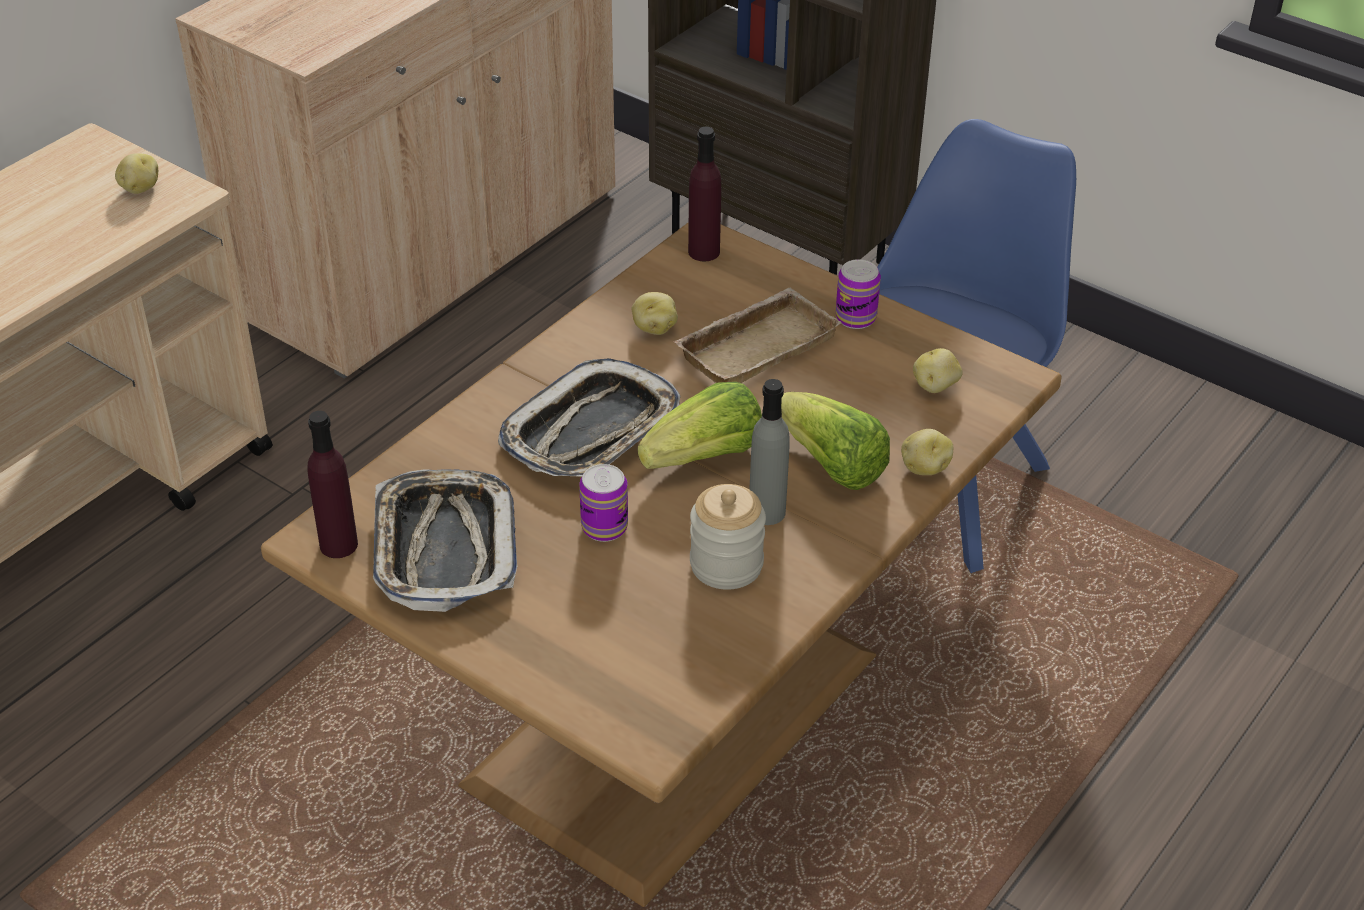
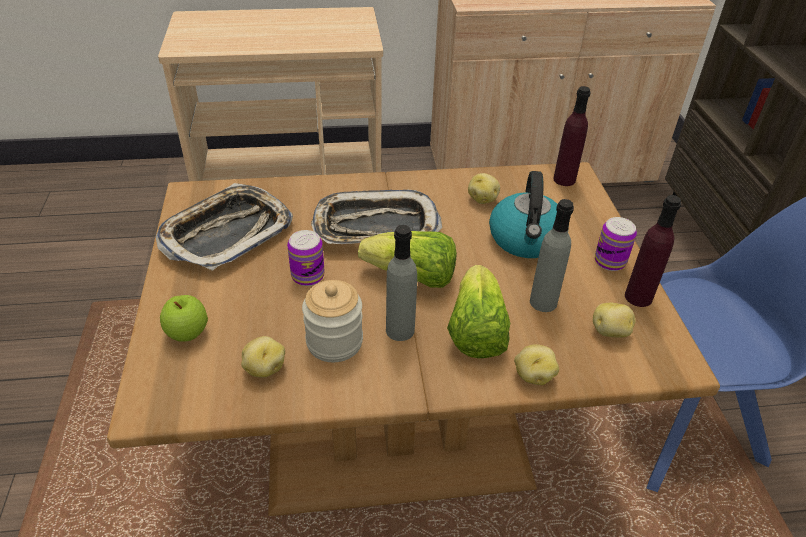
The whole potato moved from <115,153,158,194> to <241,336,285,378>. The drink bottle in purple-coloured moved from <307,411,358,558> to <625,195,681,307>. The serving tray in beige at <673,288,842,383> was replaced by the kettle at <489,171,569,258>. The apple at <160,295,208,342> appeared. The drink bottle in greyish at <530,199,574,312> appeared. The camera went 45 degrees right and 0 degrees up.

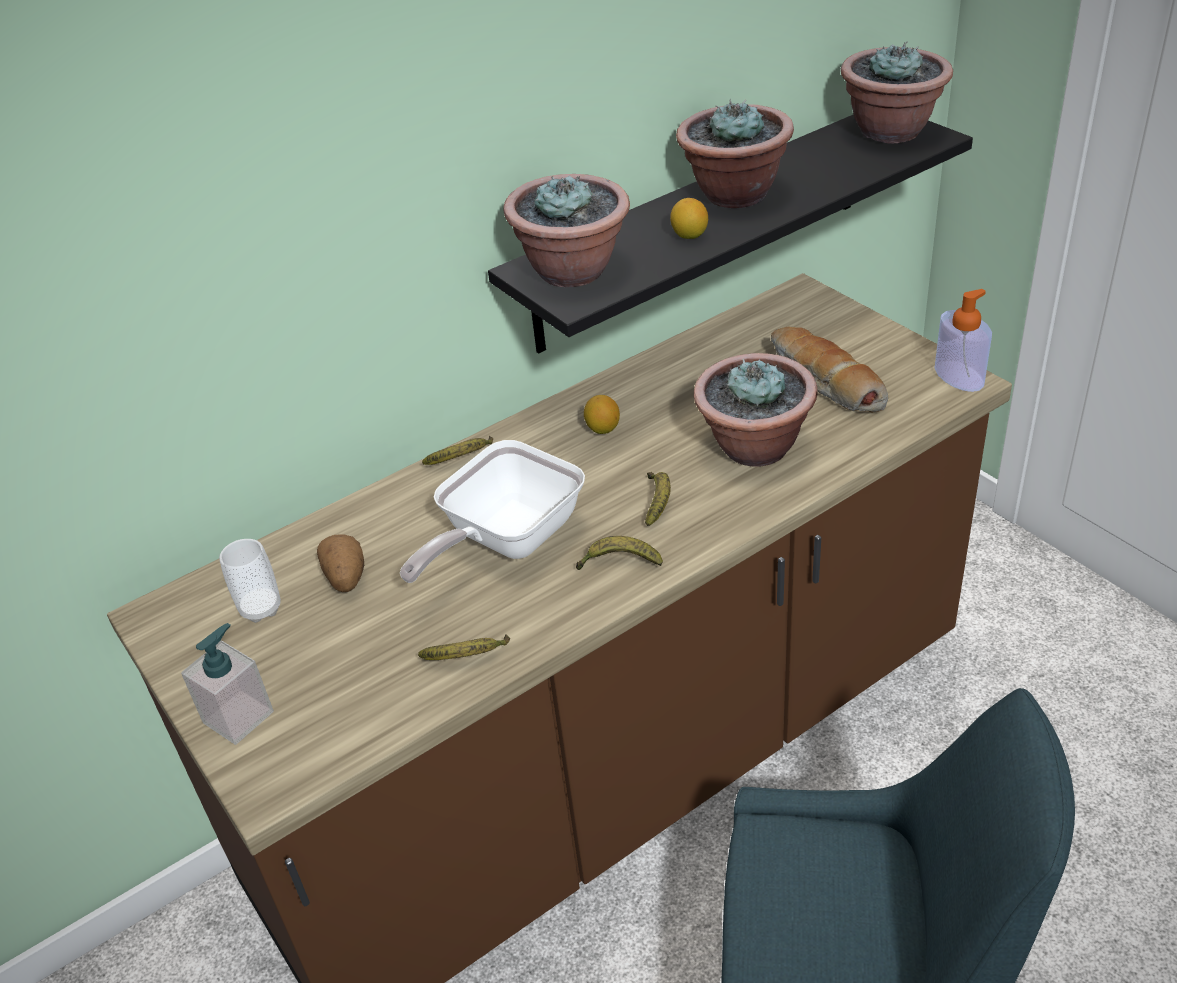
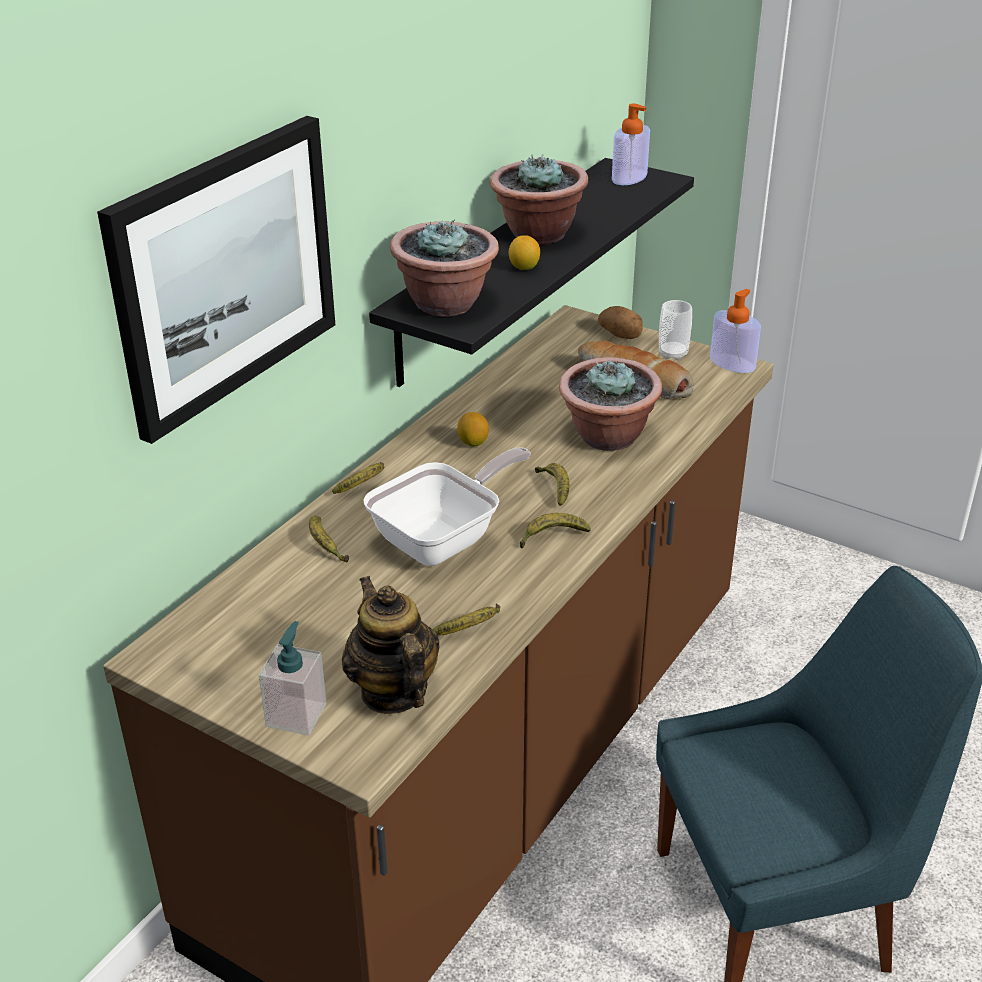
The small cup moved from <219,539,281,623> to <659,300,692,360>. The whole potato moved from <317,534,364,592> to <598,306,643,339>. The pan at <400,440,585,583> turned 150 degrees counterclockwise. The plant in a pot at <841,42,953,144> was replaced by the soap dispenser at <612,104,650,185>. The wall art at <97,116,335,444> appeared. The banana at <309,516,349,563> appeared. The tea pot at <342,576,440,714> appeared. The camera went 25 degrees left and 5 degrees down.

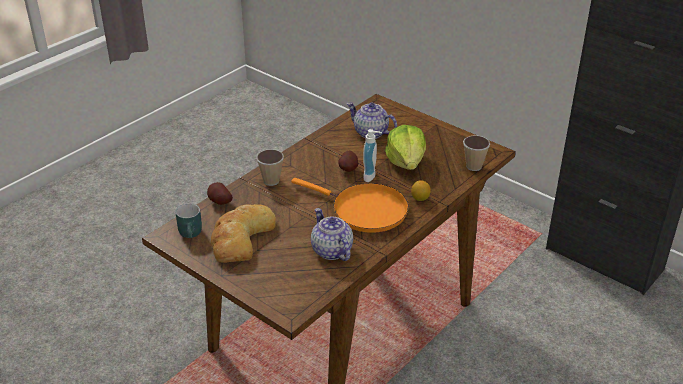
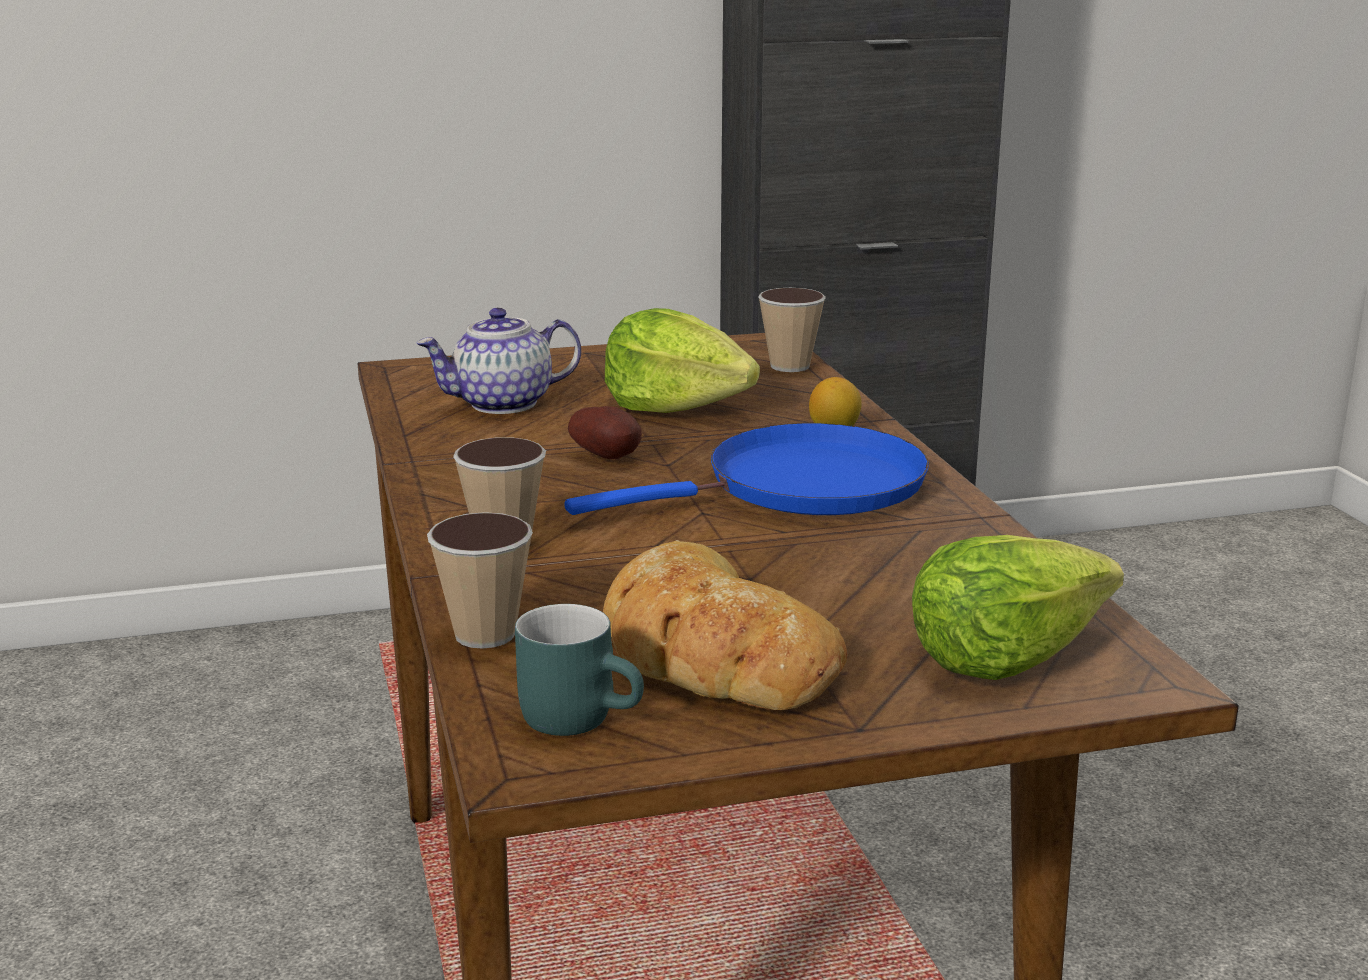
The whole potato at <207,182,233,205> was replaced by the small cup at <427,512,533,649>. The pan in orange at <291,178,409,233> became the pan in blue at <564,423,929,515>. The tea pot at <311,208,353,261> disappeared. The soap dispenser at <363,129,382,182> disappeared. The lettuce at <912,535,1124,680> appeared. The camera went 55 degrees left and 15 degrees down.

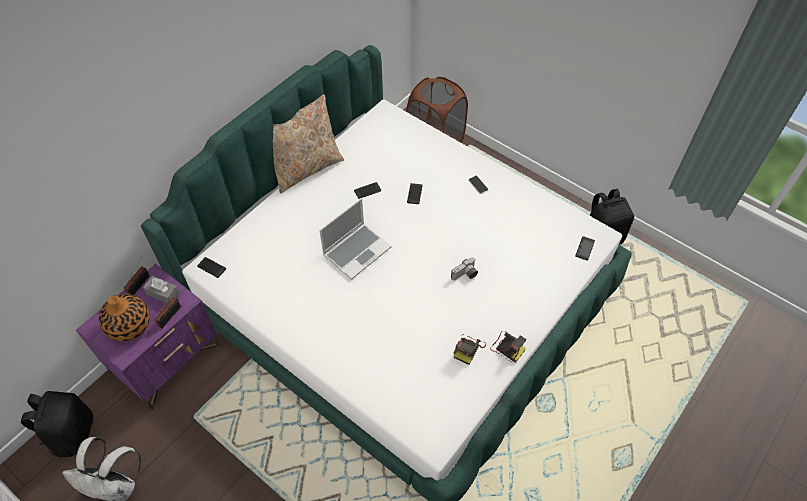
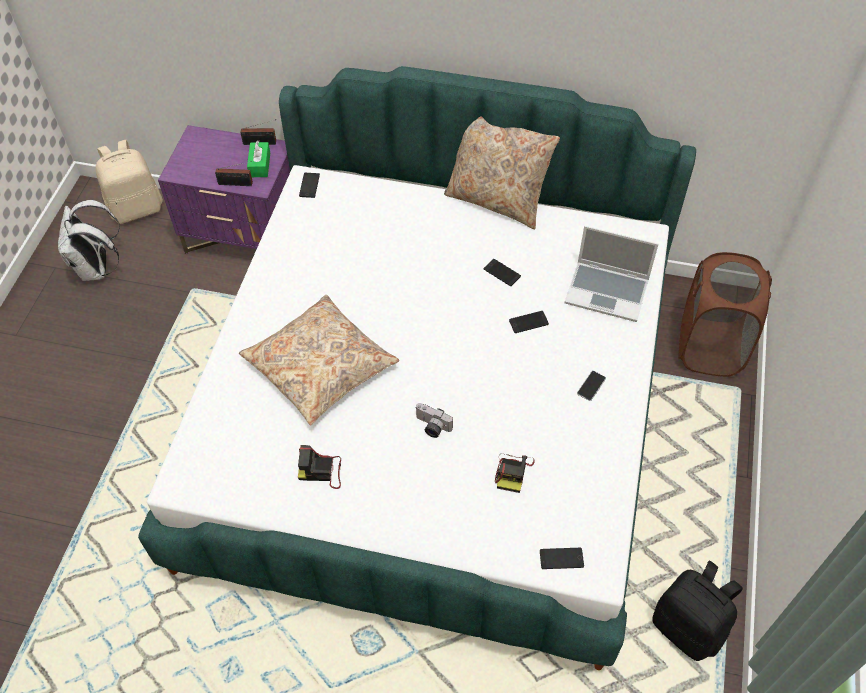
The rucksack in black-coloured at <21,391,93,457> became the rucksack in beige at <96,140,163,224>. The flower vase at <99,294,150,342> disappeared. The tissue box in greyish at <143,276,180,304> became the tissue box in greenish at <247,141,270,177>. The portable computer moved from <319,198,391,280> to <564,226,658,322>. The still camera moved from <490,332,526,362> to <495,453,535,493>. The throw pillow in beige at <239,295,399,426> appeared. The camera went 65 degrees right and 0 degrees up.

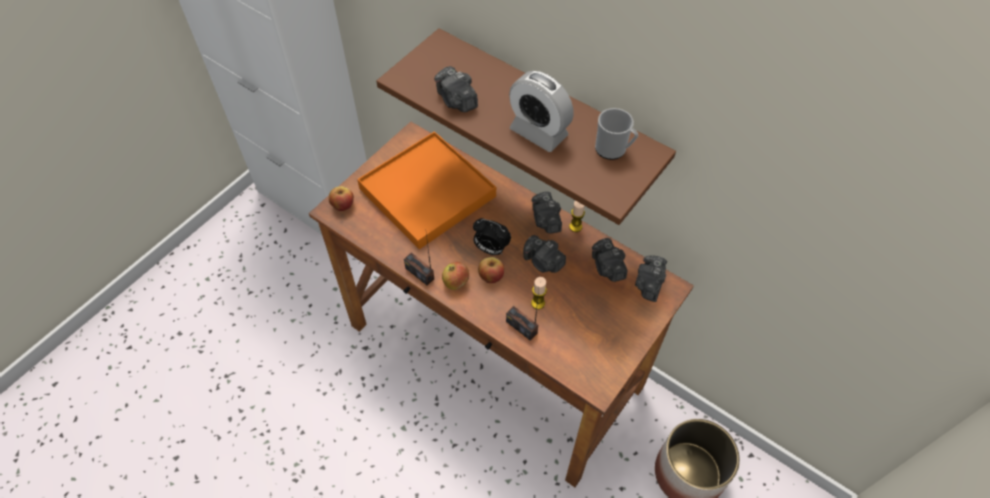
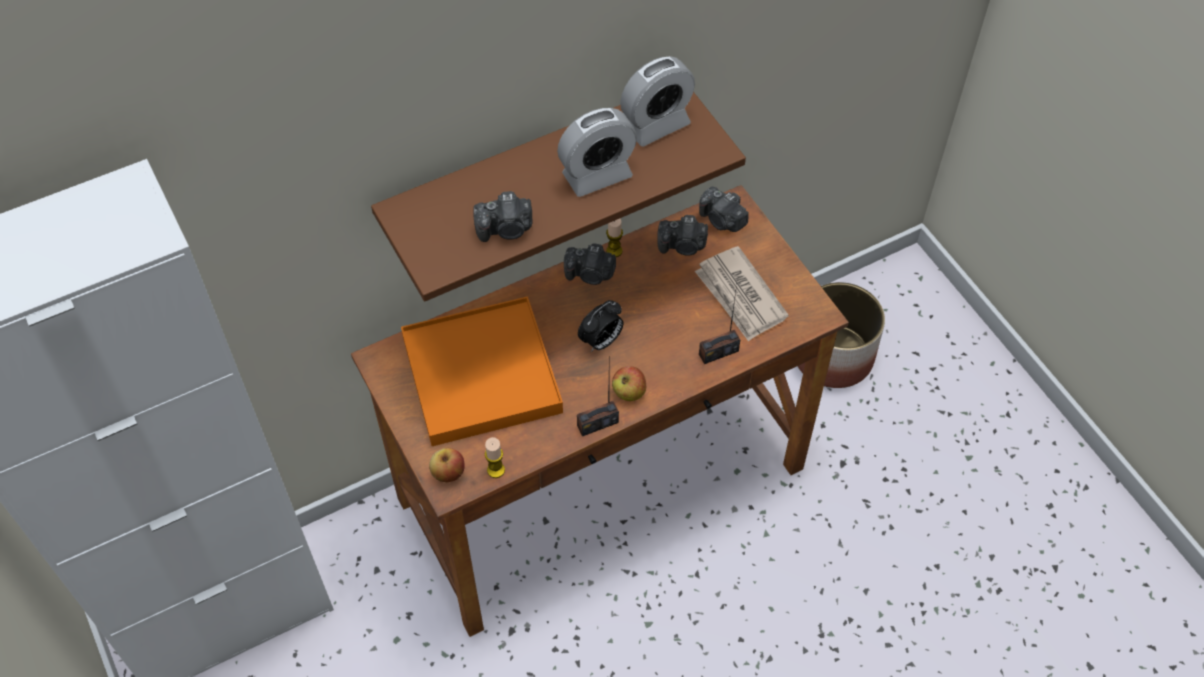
The apple at <478,257,504,283> disappeared. The still camera at <523,235,566,273> disappeared. The wax light moved from <531,277,547,309> to <485,437,505,478>. The tea mug at <595,108,638,160> was replaced by the alarm clock at <620,56,695,147>. The printed paper at <695,246,789,342> appeared. The camera went 65 degrees left and 0 degrees up.

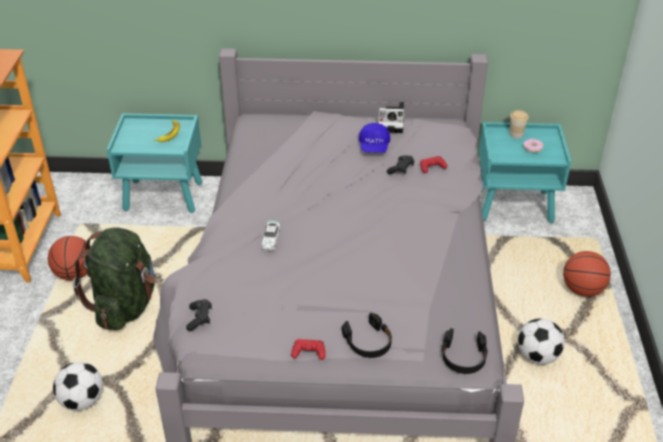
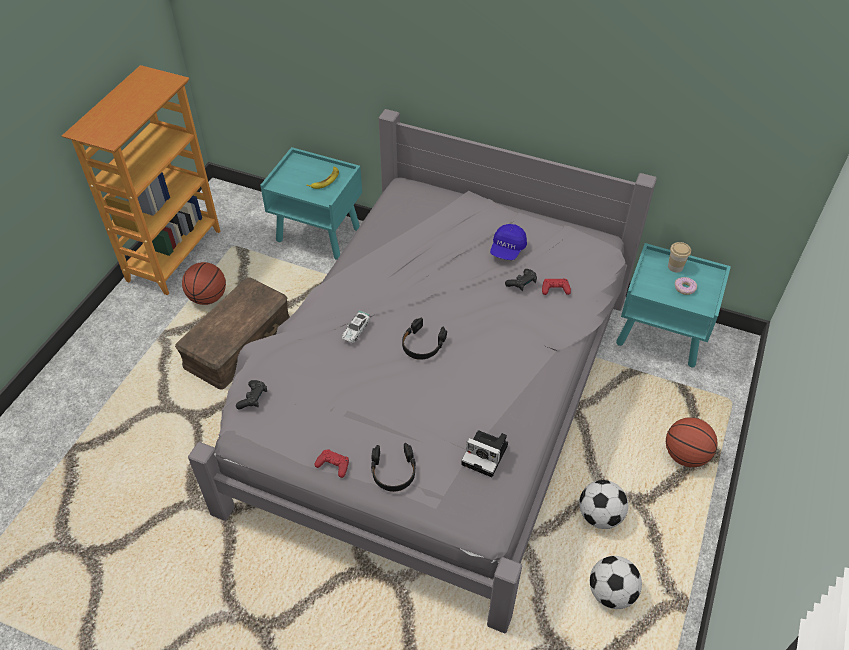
The football ball moved from <53,362,103,411> to <590,556,642,609>. The rucksack in greenish at <73,228,156,330> was replaced by the storage bin in brown at <175,278,290,390>. The still camera moved from <378,102,405,133> to <461,430,508,477>. The headphones in black-coloured moved from <442,328,488,374> to <402,318,447,360>. The camera went 20 degrees right and 10 degrees up.

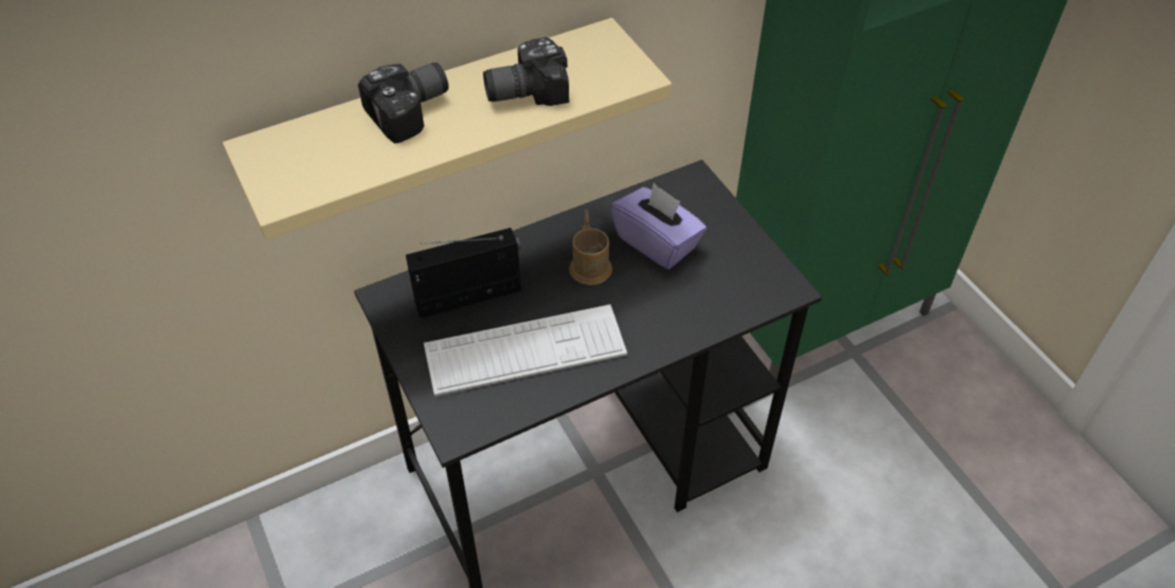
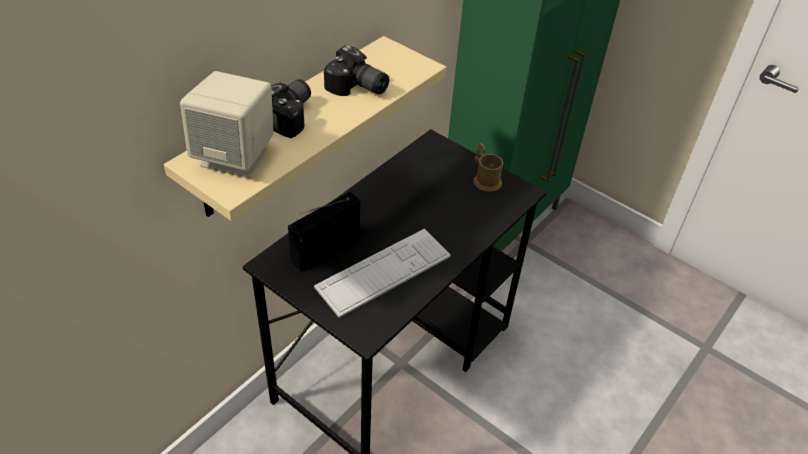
The still camera at <483,37,569,106> turned 105 degrees counterclockwise. The tea mug in brown moved from <569,209,613,285> to <474,143,503,192>. The tissue box in purple-coloured at <611,183,707,269> disappeared. The loudspeaker in beige at <180,71,274,178> appeared. The camera went 25 degrees left and 5 degrees down.

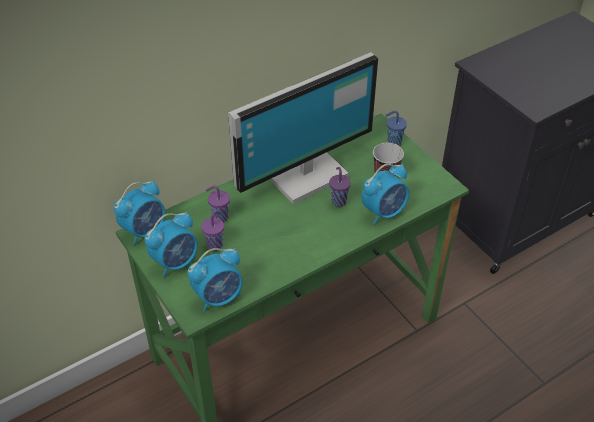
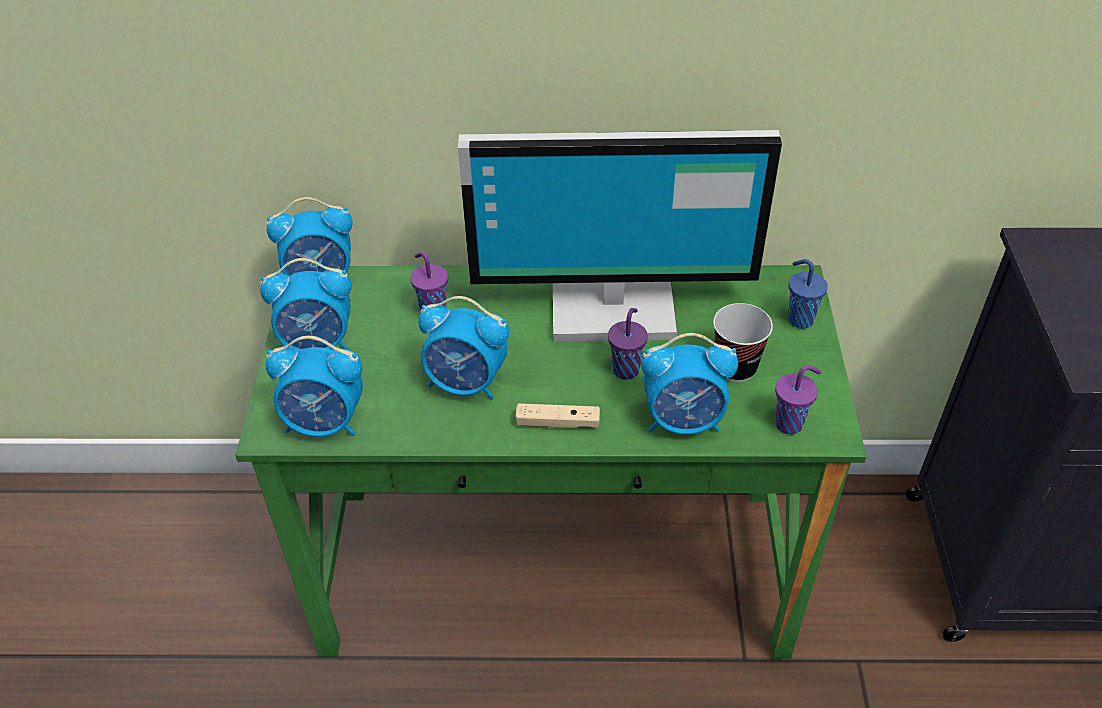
The small cup in purple-coloured moved from <201,211,224,251> to <775,365,821,434>. The alarm clock at <418,296,509,400> appeared. The joypad in beige at <516,403,600,428> appeared. The camera went 35 degrees right and 0 degrees up.

